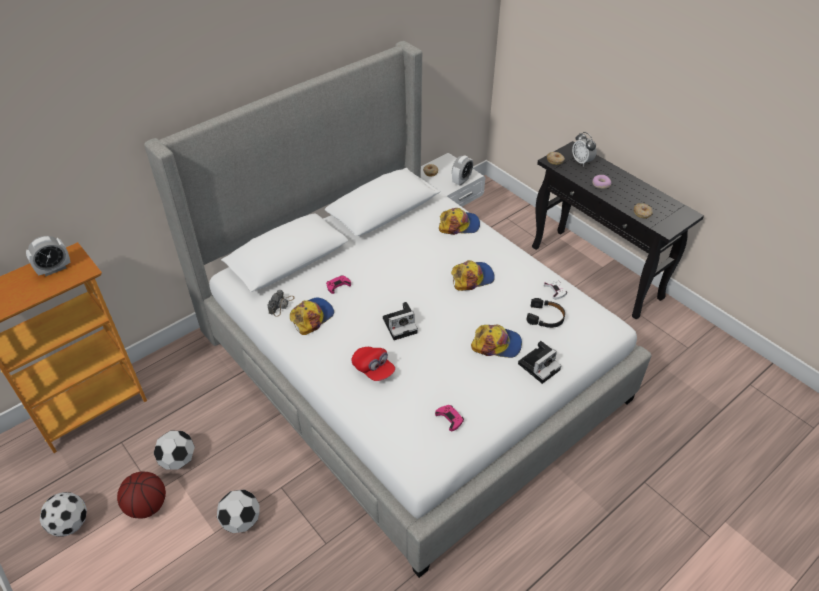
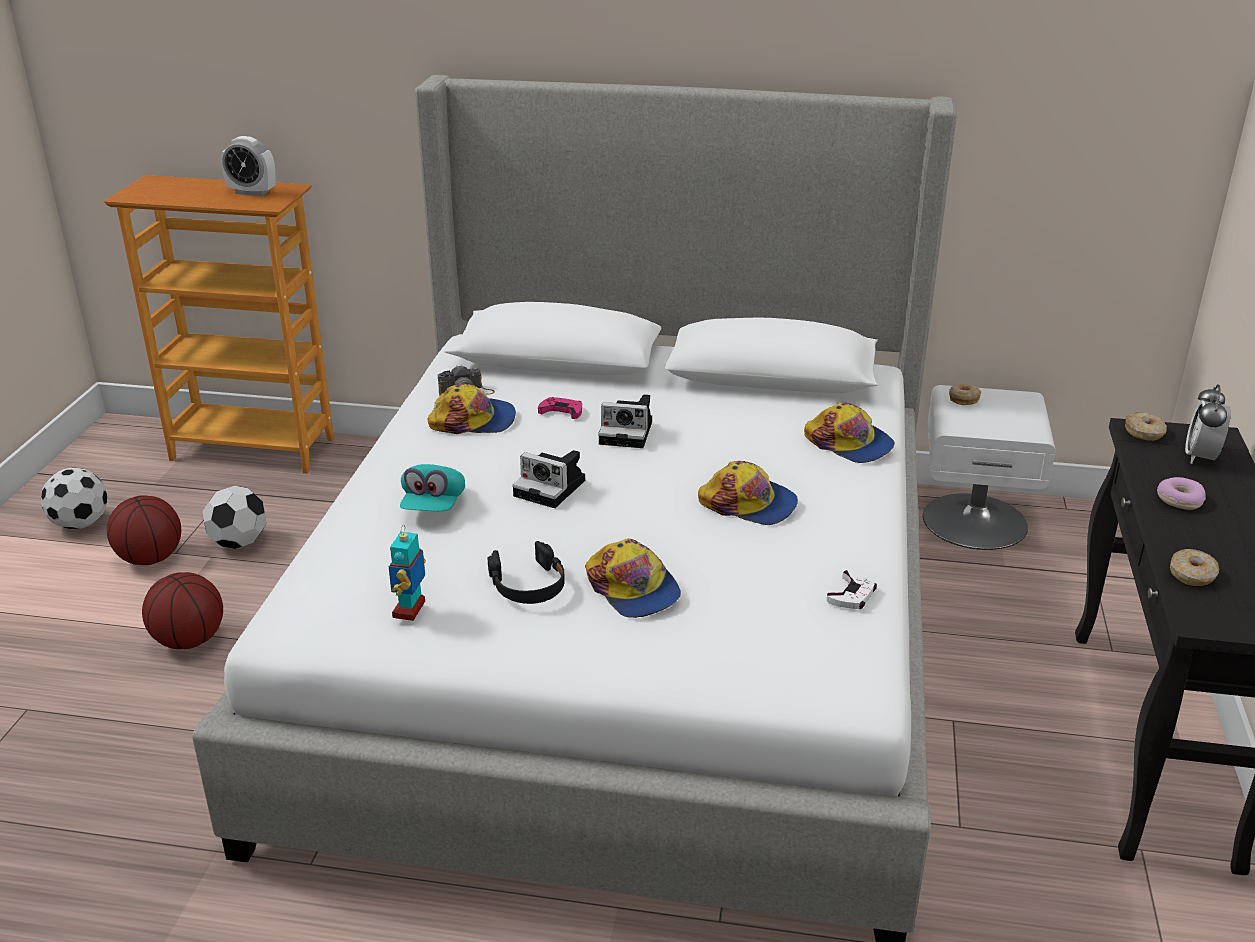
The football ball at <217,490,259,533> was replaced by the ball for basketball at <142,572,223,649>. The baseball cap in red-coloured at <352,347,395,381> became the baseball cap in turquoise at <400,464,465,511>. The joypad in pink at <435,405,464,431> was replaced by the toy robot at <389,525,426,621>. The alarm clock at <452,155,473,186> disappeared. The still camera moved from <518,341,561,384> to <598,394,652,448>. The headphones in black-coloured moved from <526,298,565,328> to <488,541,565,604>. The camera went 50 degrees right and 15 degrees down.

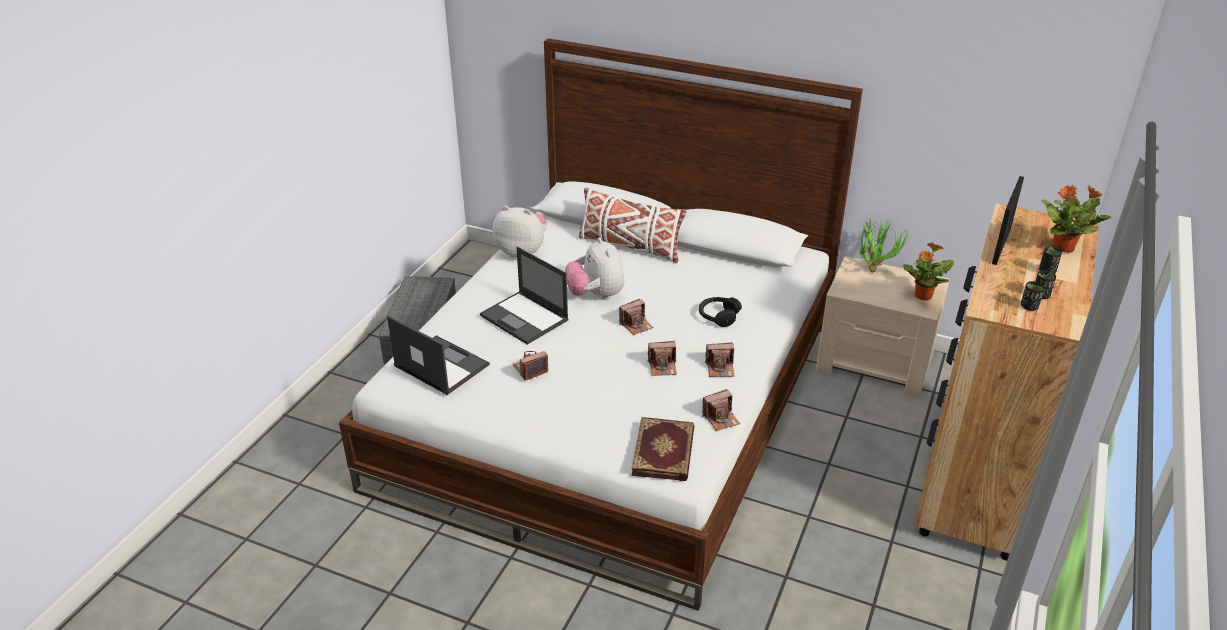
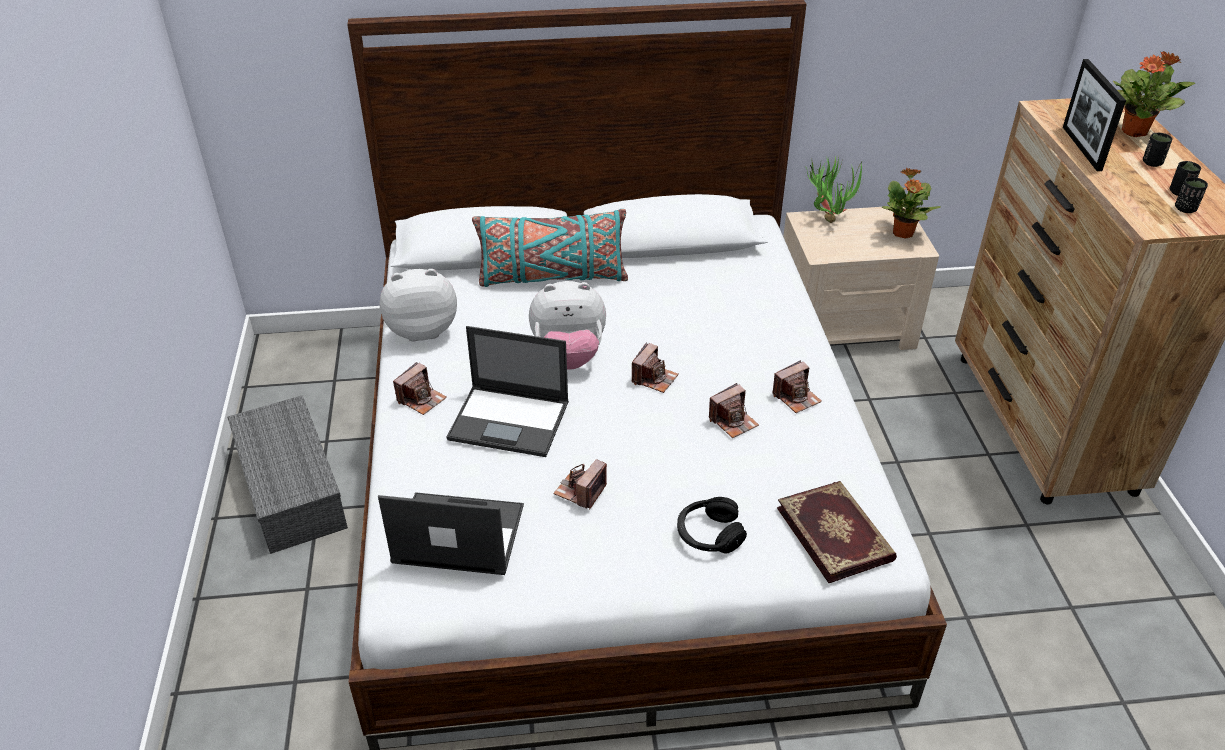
The soft toy at <565,238,624,300> turned 45 degrees counterclockwise. The throw pillow in whitish at <579,188,686,263> became the throw pillow in turquoise at <472,209,628,287>. The headphones in black-coloured moved from <699,297,742,327> to <677,497,747,554>. The still camera moved from <702,389,740,431> to <393,362,447,415>. The camera went 30 degrees left and 5 degrees up.

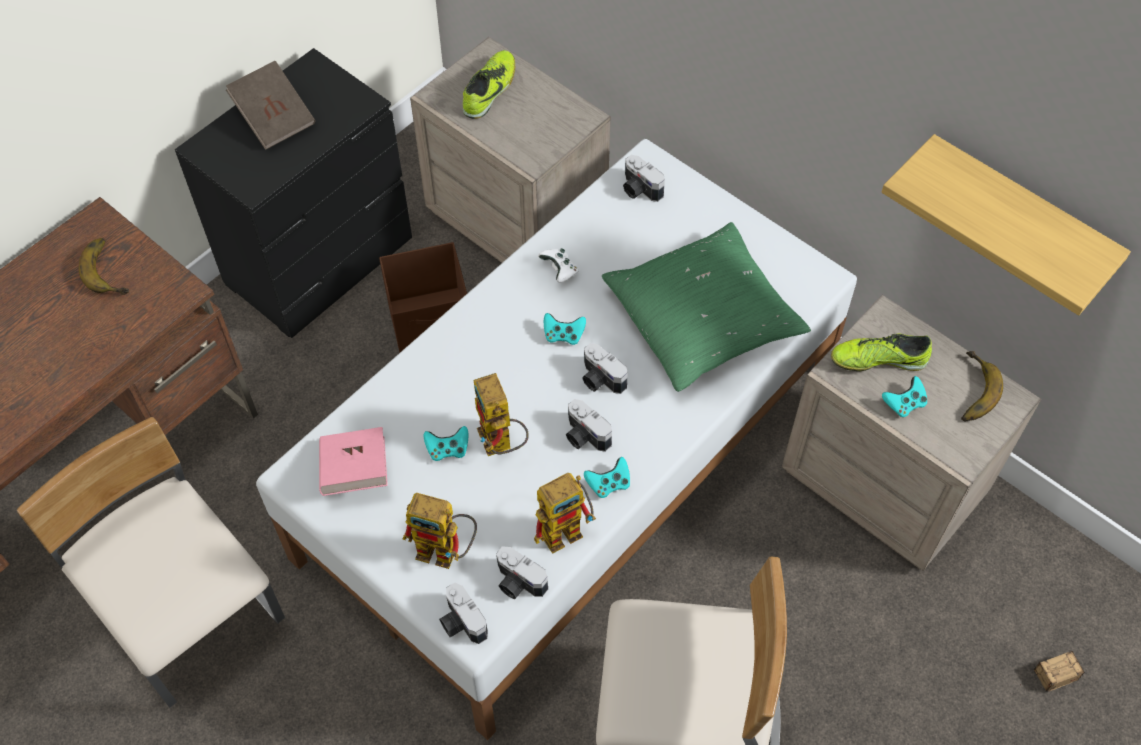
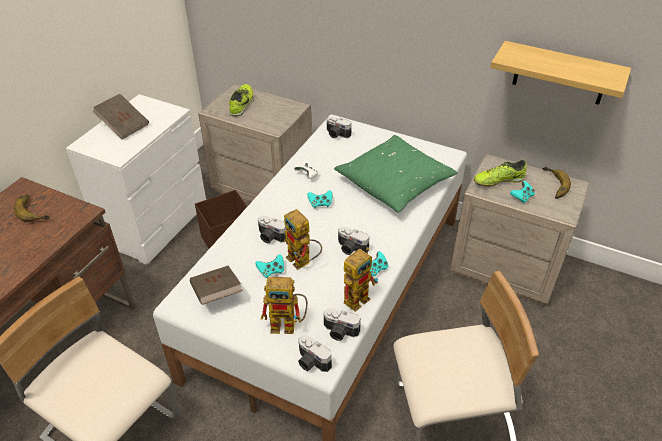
The dresser in black-coloured at <175,48,412,338> became the dresser in whitish at <66,94,206,264>. The book in pink at <319,427,388,496> became the book in brown at <190,266,243,305>. The still camera moved from <582,343,628,394> to <258,216,286,243>. The storage bin at <1034,650,1085,692> disappeared. The camera went 15 degrees left and 15 degrees down.

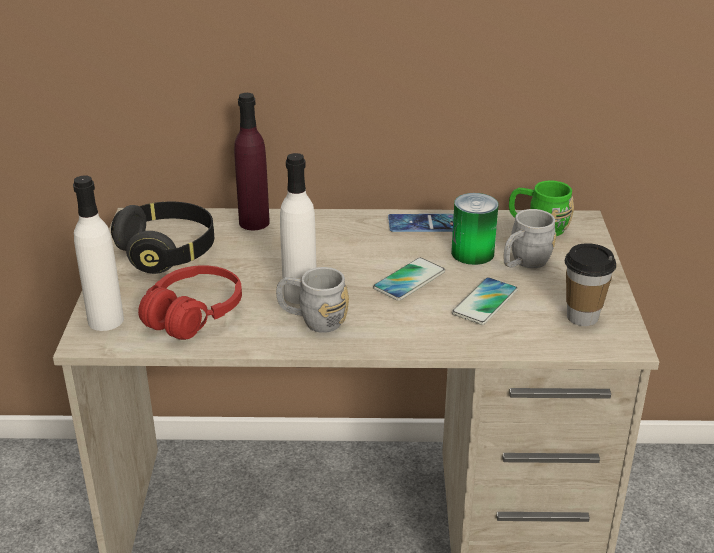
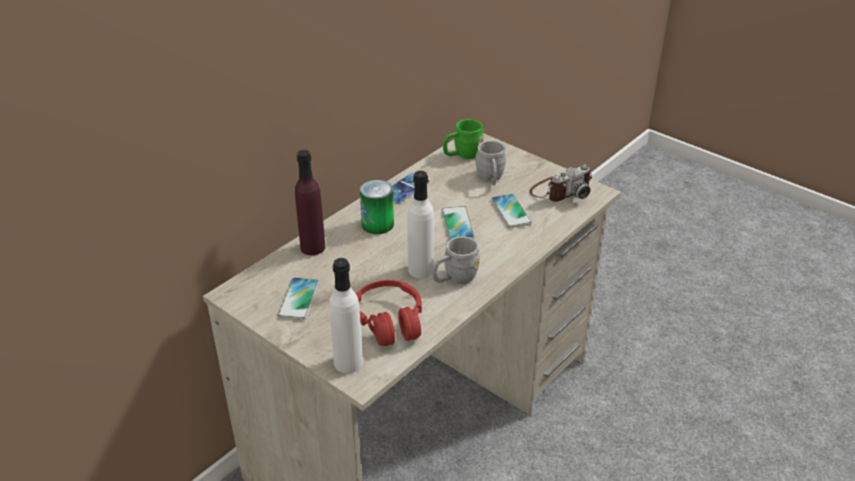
The headphones in black-coloured at <111,202,214,274> was replaced by the telephone at <278,277,319,320>. The sealed can moved from <451,193,498,265> to <360,180,394,234>. The small cup at <565,243,616,326> was replaced by the still camera at <530,164,592,202>. The camera went 50 degrees left and 5 degrees up.

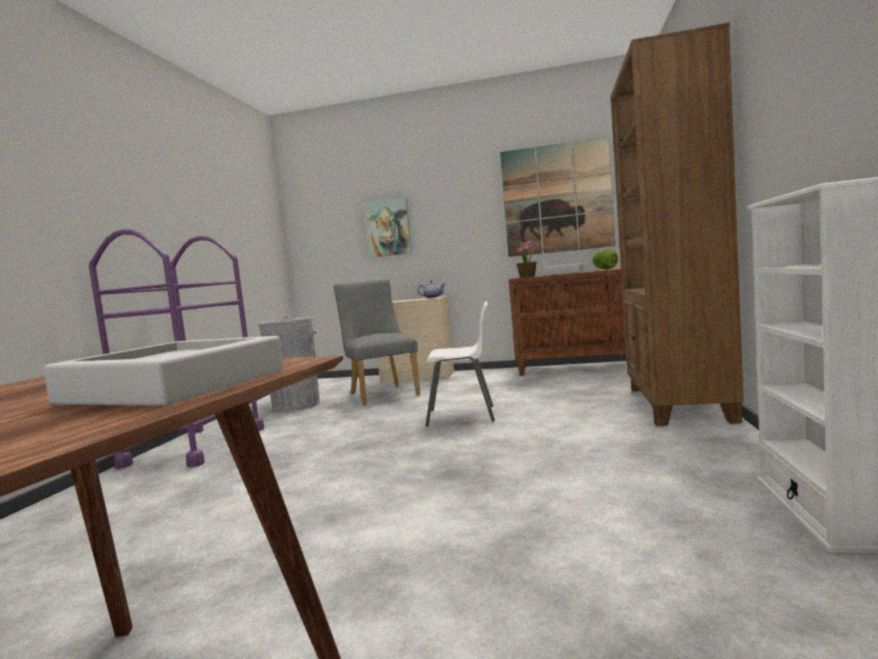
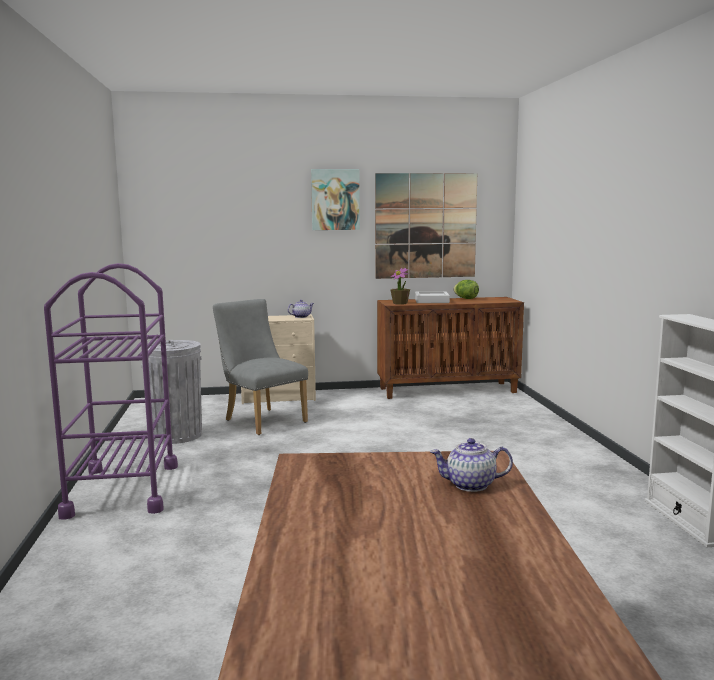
The serving tray in greyish at <43,336,283,406> was replaced by the tea pot at <430,438,513,492>. The wall art moved from <363,197,412,258> to <311,169,360,230>. The chair in whitish at <425,301,495,427> disappeared. The bookshelf in brown at <611,22,743,426> disappeared. The camera went 20 degrees left and 5 degrees up.

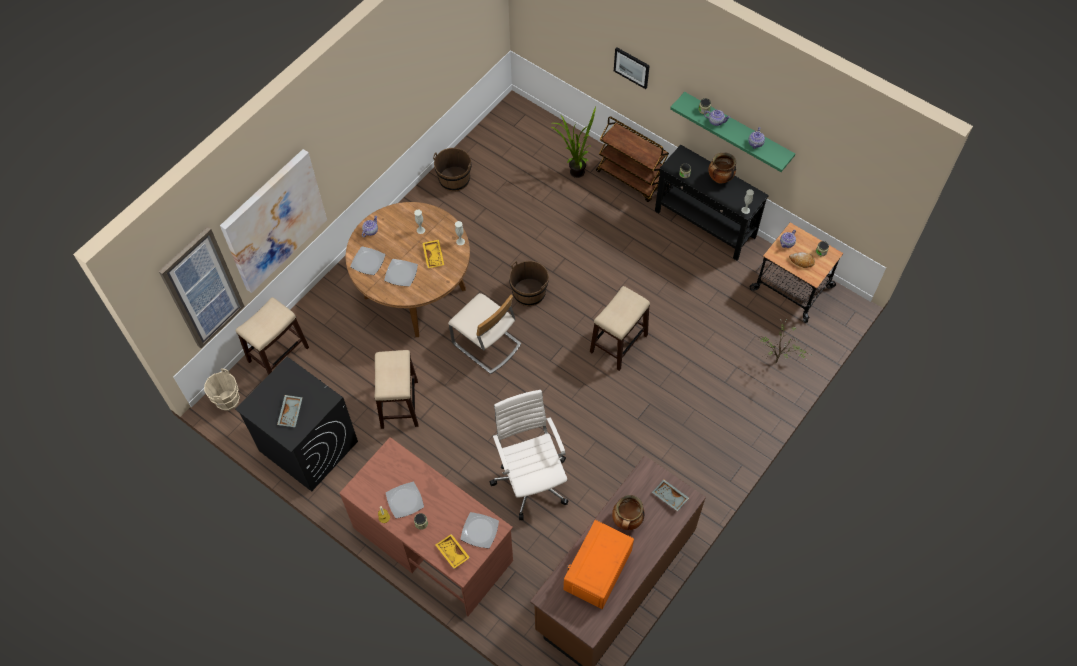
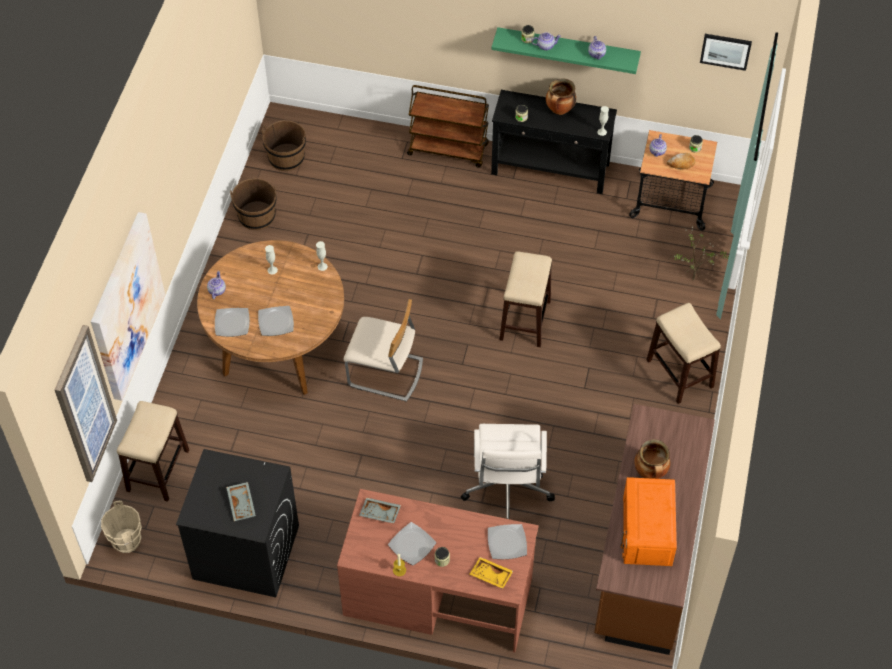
The stool moved from <375,350,418,429> to <647,303,721,404>. The serving tray in yellow-coloured at <422,240,444,268> disappeared. The computer chair in whitish at <490,390,568,520> turned 135 degrees counterclockwise. The water bucket in brown moved from <509,261,549,306> to <262,120,306,171>. The plant in a pot at <552,107,596,178> disappeared. The wall art moved from <614,47,650,89> to <700,34,752,71>. The serving tray in greyish moved from <652,480,689,511> to <359,498,401,523>. The camera went 25 degrees left and 5 degrees down.

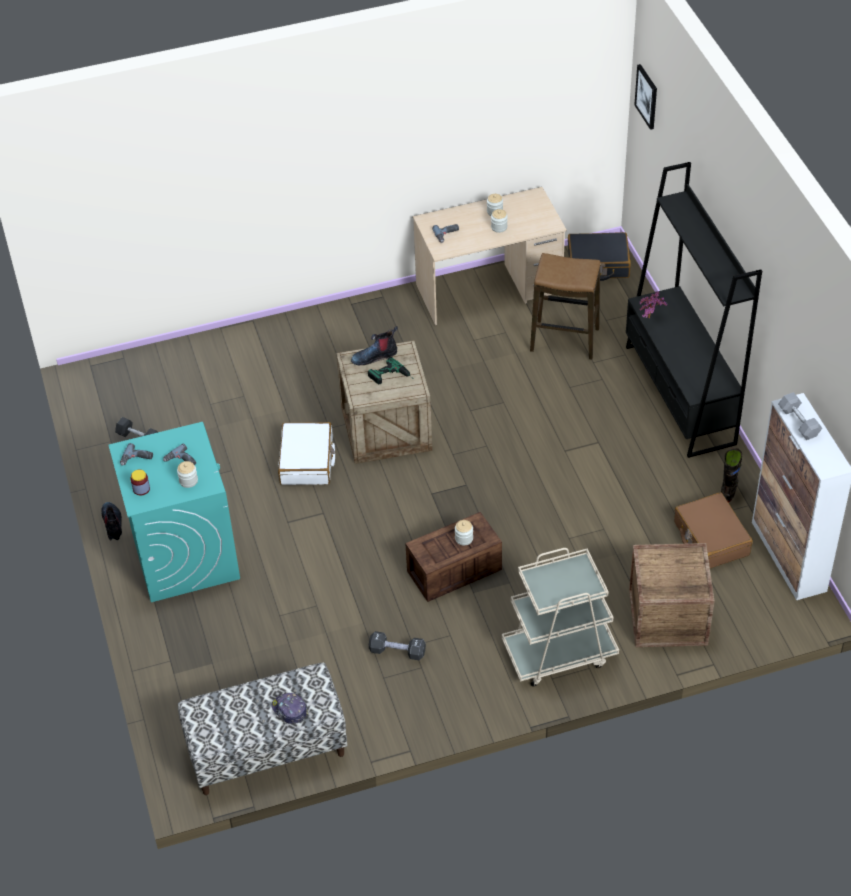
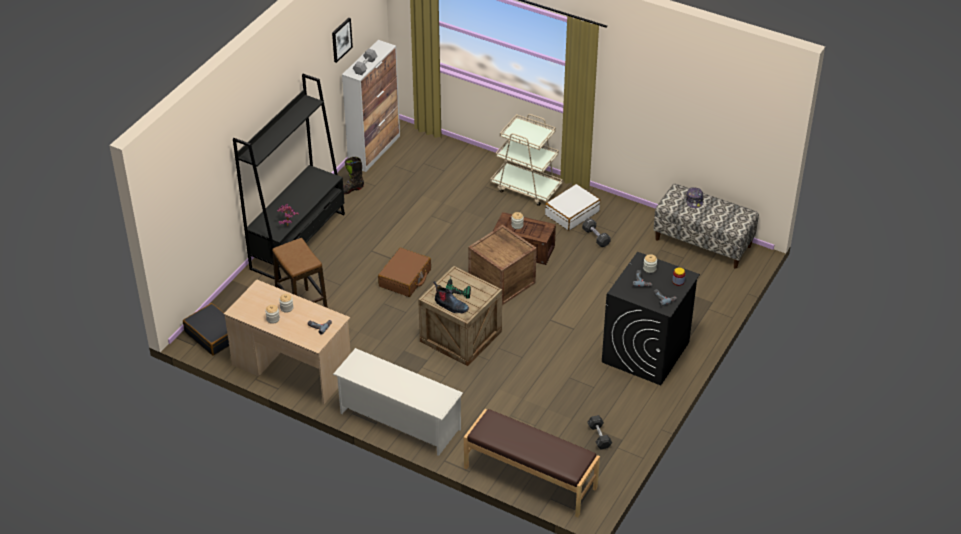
The tall boot at <101,502,122,540> disappeared. The washing machine in turquoise at <108,422,240,602> became the washing machine in black-coloured at <602,252,700,385>. The piece of luggage in whitish moved from <278,422,335,485> to <545,184,600,231>. The crate moved from <629,543,715,647> to <468,225,537,305>. The wall art moved from <634,64,657,130> to <332,18,353,63>. The piece of luggage in brown moved from <674,492,753,568> to <378,248,431,297>. The shoe stand in whitish at <333,348,463,456> appeared. The bench in brown at <464,409,600,517> appeared. The camera went 135 degrees left and 5 degrees down.

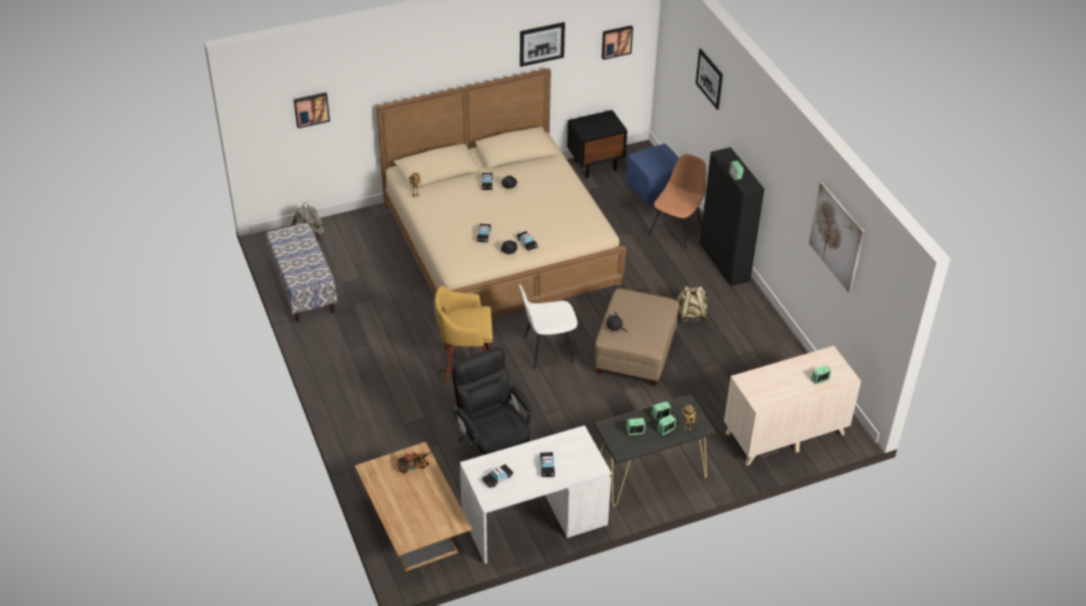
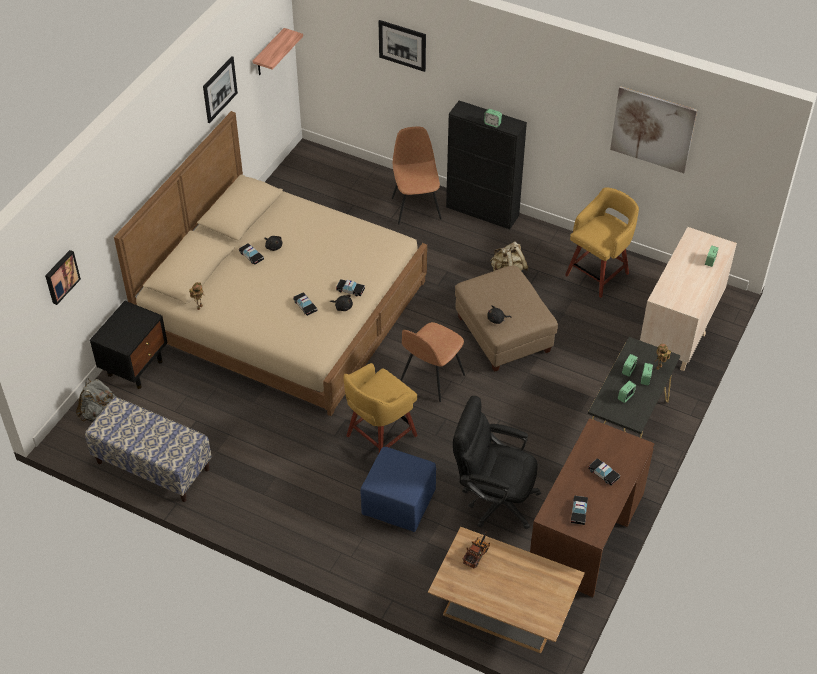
The desk unit in whitish at <460,425,612,564> became the desk unit in brown at <530,418,655,597>. The chair in whitish at <519,284,577,369> became the chair in brown at <400,322,465,402>. The bedside table in black-coloured moved from <567,110,627,178> to <90,301,168,389>. The wall art at <602,25,633,60> was replaced by the bracket shelf at <253,28,303,75>. The footrest in blue moved from <626,144,679,206> to <360,447,436,532>. The stool in yellow-coloured at <565,187,639,298> appeared. The camera went 40 degrees left and 5 degrees up.

